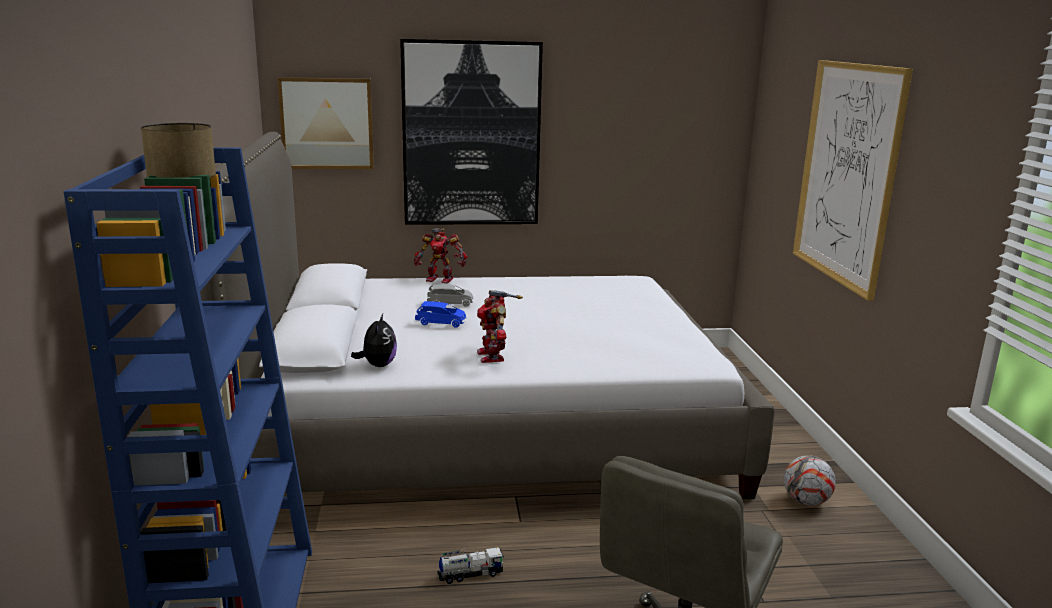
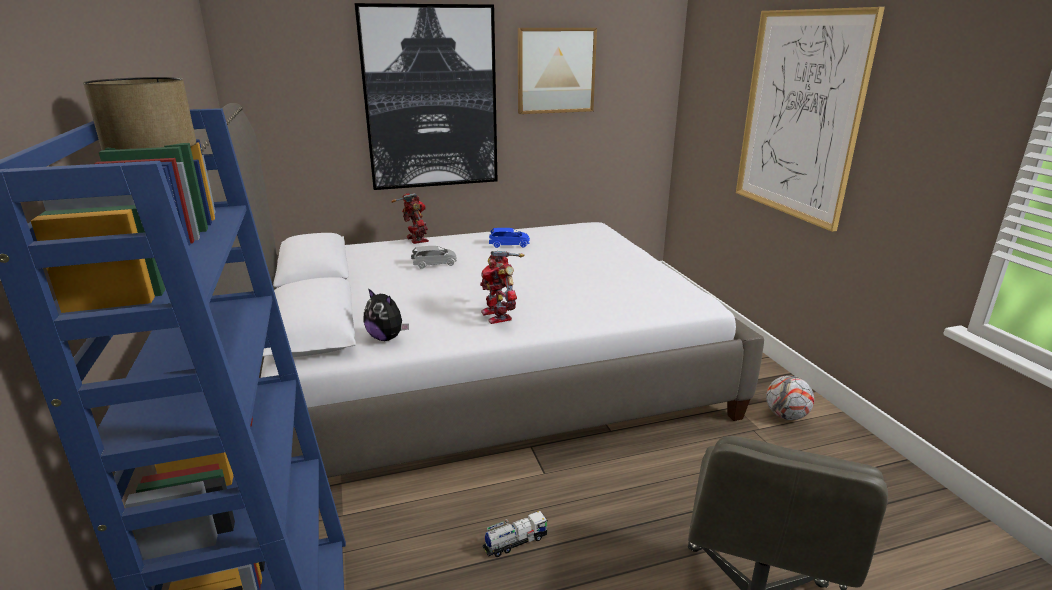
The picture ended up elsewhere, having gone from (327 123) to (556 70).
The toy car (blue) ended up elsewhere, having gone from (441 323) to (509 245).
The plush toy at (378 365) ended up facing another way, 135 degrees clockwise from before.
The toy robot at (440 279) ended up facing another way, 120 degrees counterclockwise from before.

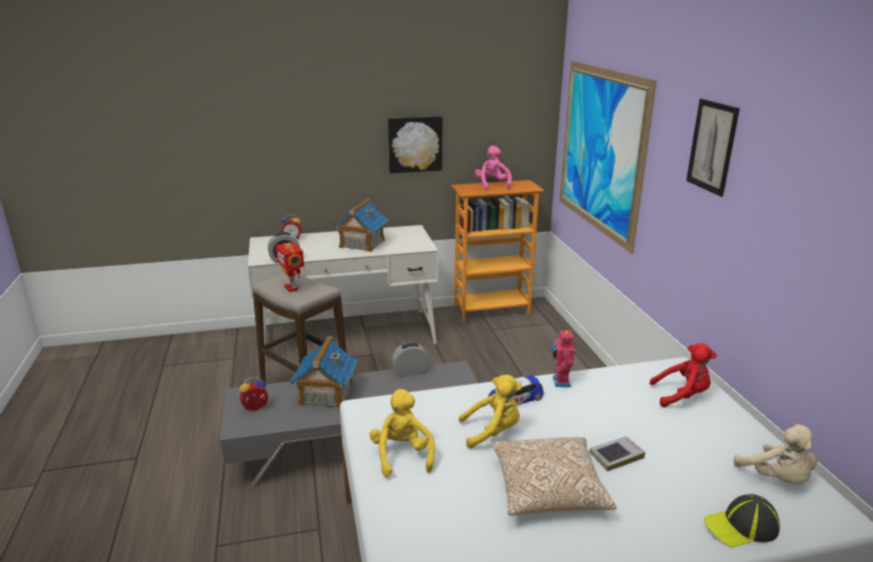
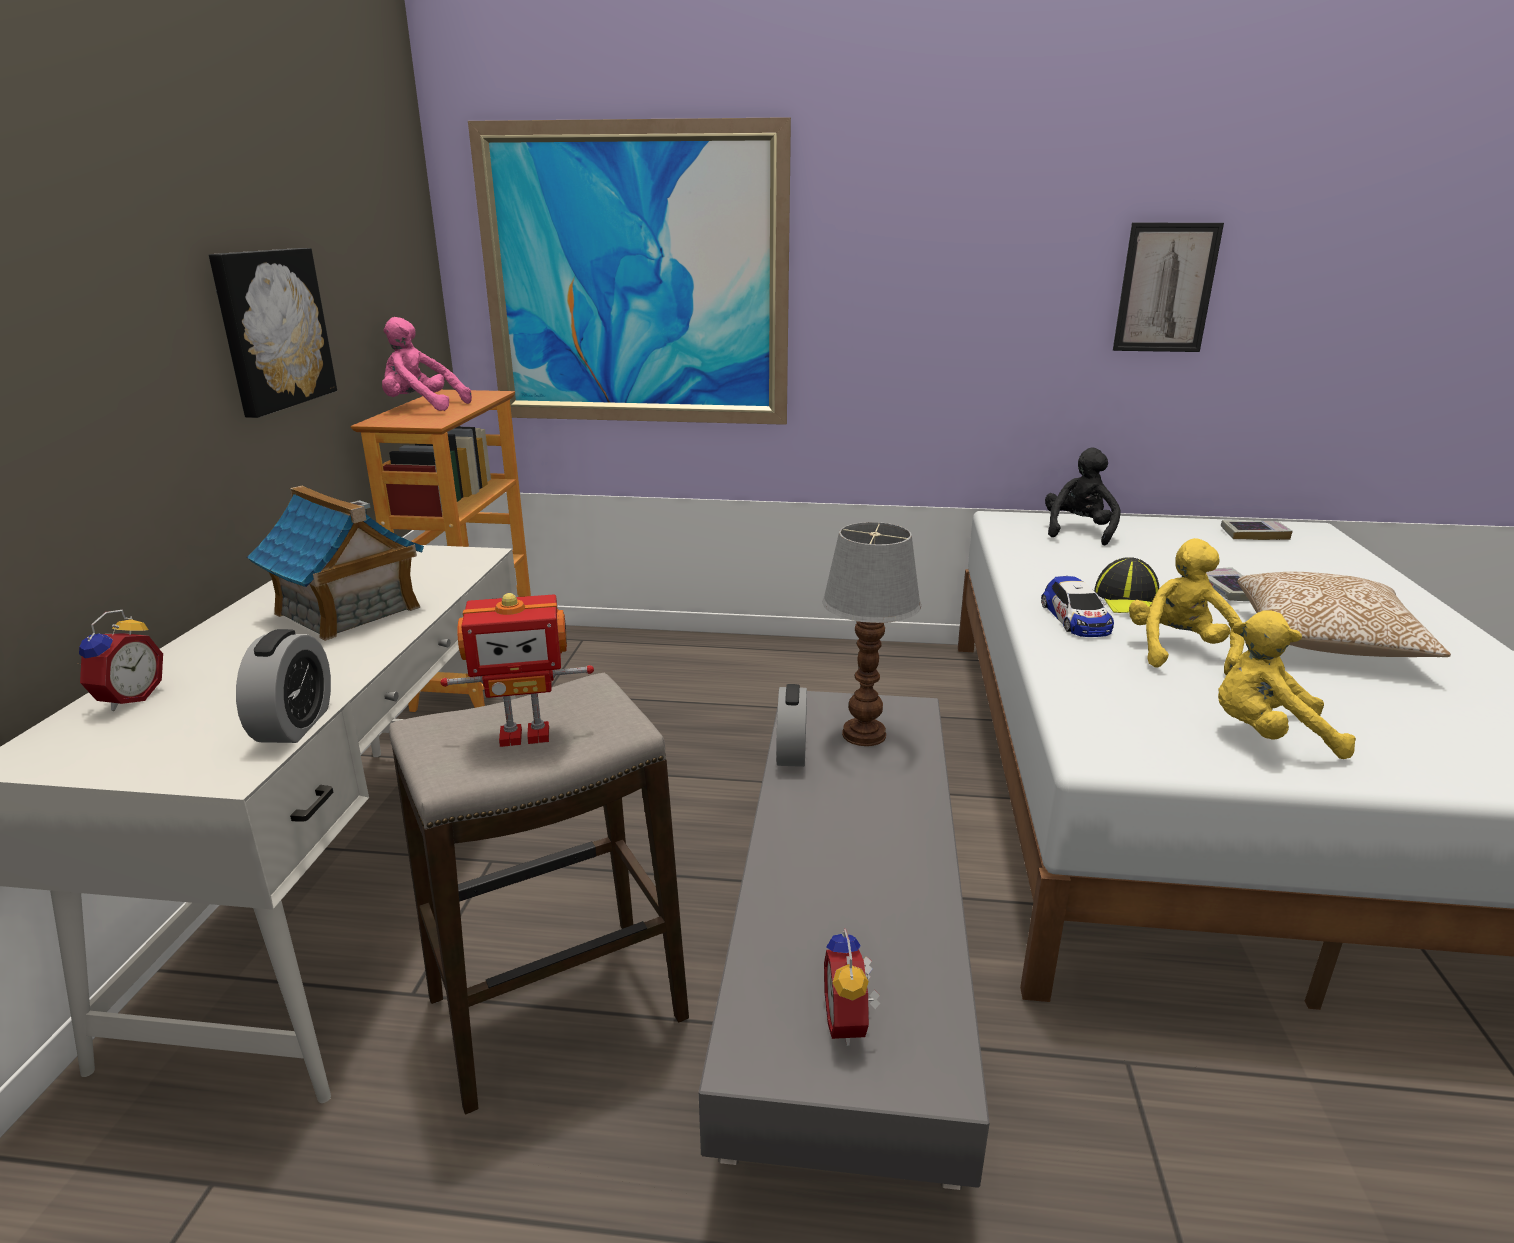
The second view lost the toy house at (326 394).
The second view lost the toy robot at (560 382).
The second view gained the table lamp at (865 735).
The picture ended up elsewhere, having gone from (712 146) to (1166 288).
The cap ended up elsewhere, having gone from (741 526) to (1130 600).
Where the plush toy (beige) stood at (776 479), the book came to stand at (1254 534).
What was the plush toy (red) at (682 396) turned into the plush toy (black) at (1078 531).

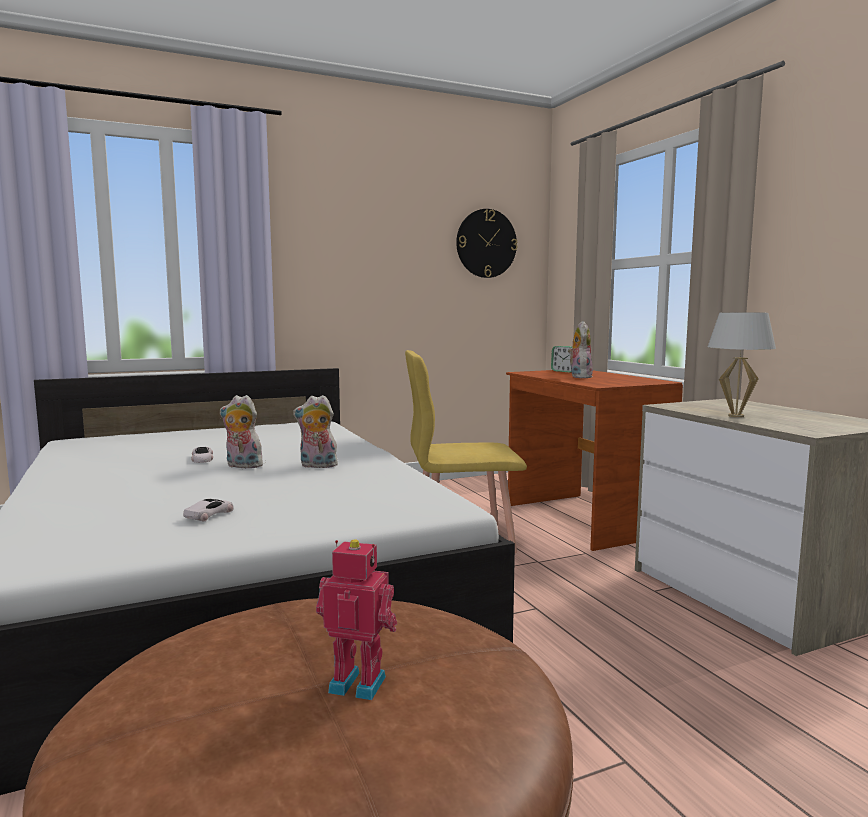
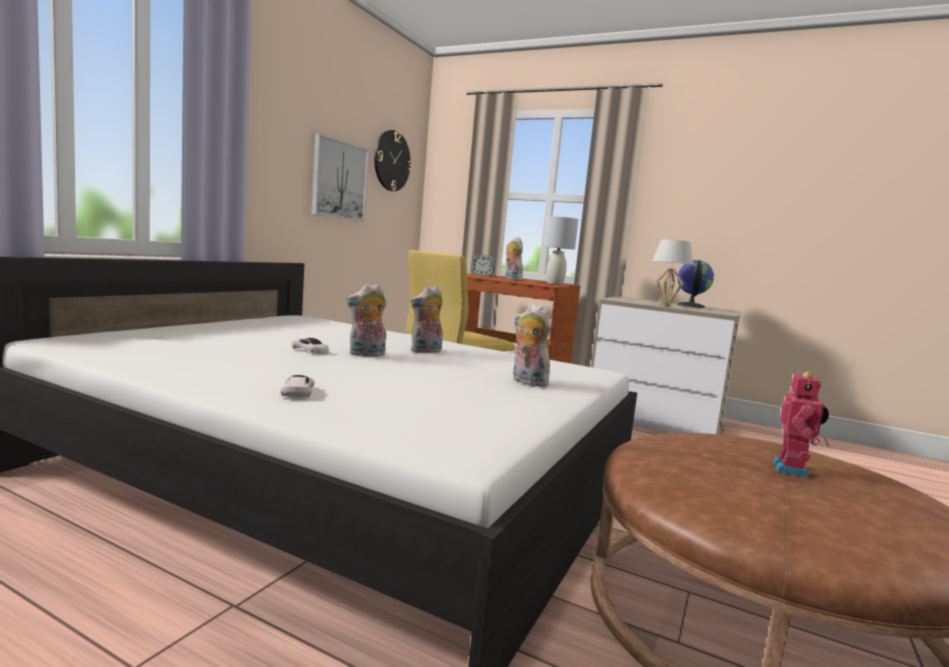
The second view gained the picture at (339 180).
The second view gained the plush toy at (527 382).
The second view gained the table lamp (grey) at (555 284).
The second view gained the globe at (690 306).
The toy car (white) ended up elsewhere, having gone from (210 514) to (298 391).
The toy robot at (359 682) ended up facing another way, 135 degrees clockwise from before.

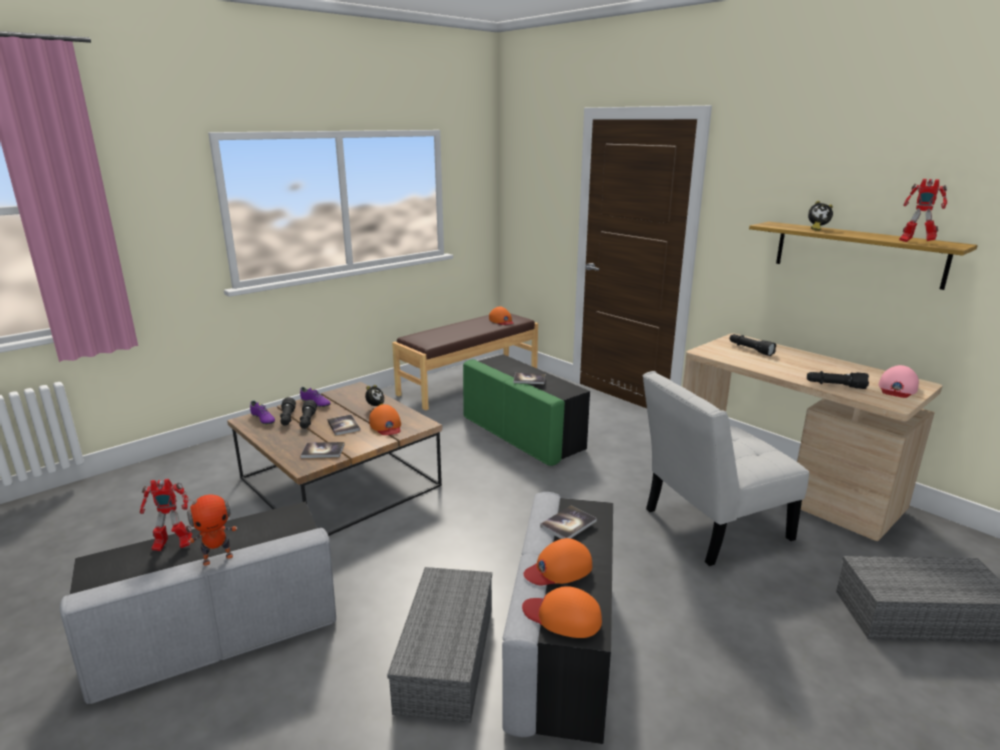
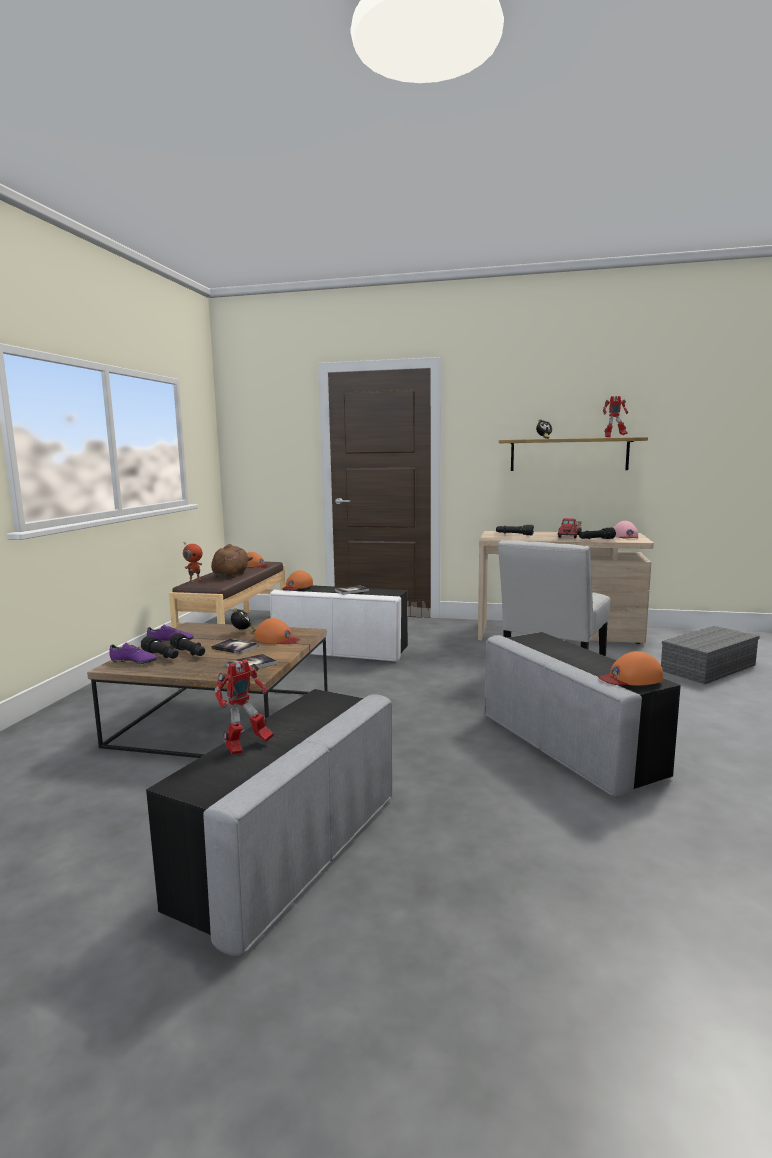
The second view lost the storage box (grey) at (447 658).
The second view lost the book at (568 524).
The second view gained the plush toy (brown) at (231 575).
The second view gained the toy truck at (569 536).
The toy robot ended up elsewhere, having gone from (218 558) to (194 580).
The cap (orange) ended up elsewhere, having gone from (559 569) to (297 586).
What was the ottoman (green) at (522 434) turned into the ottoman (white) at (341 650).

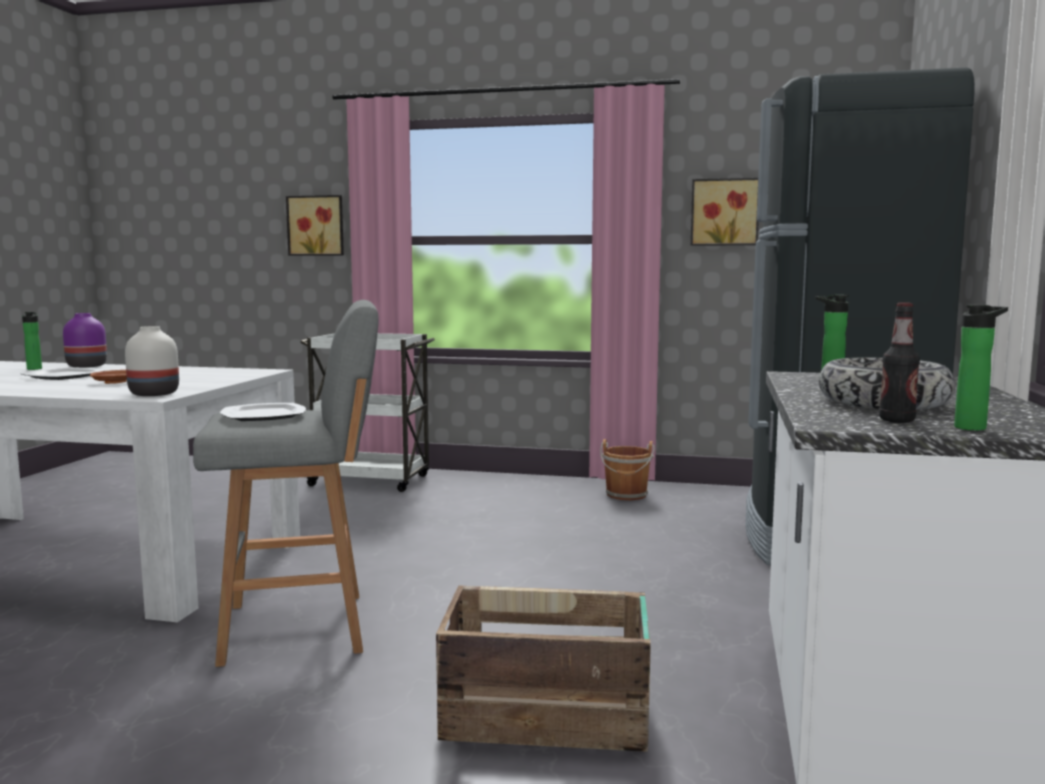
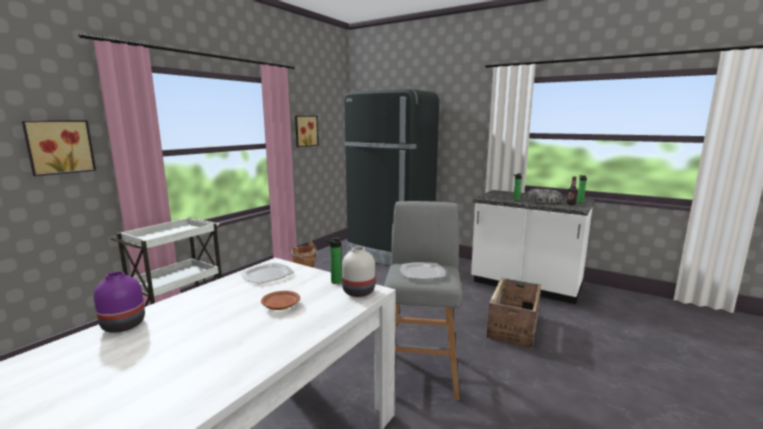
The plate ended up elsewhere, having gone from (63 376) to (267 275).
The bottle ended up elsewhere, having gone from (34 369) to (334 282).

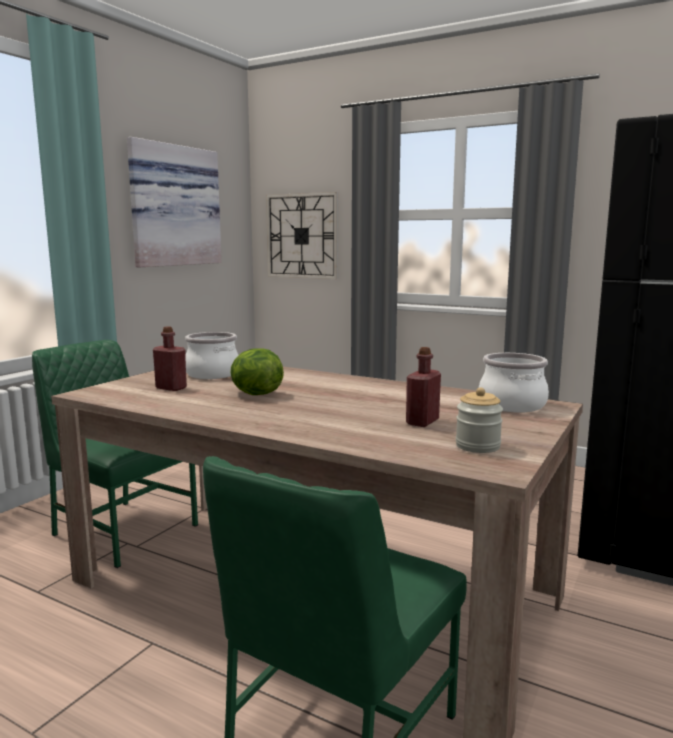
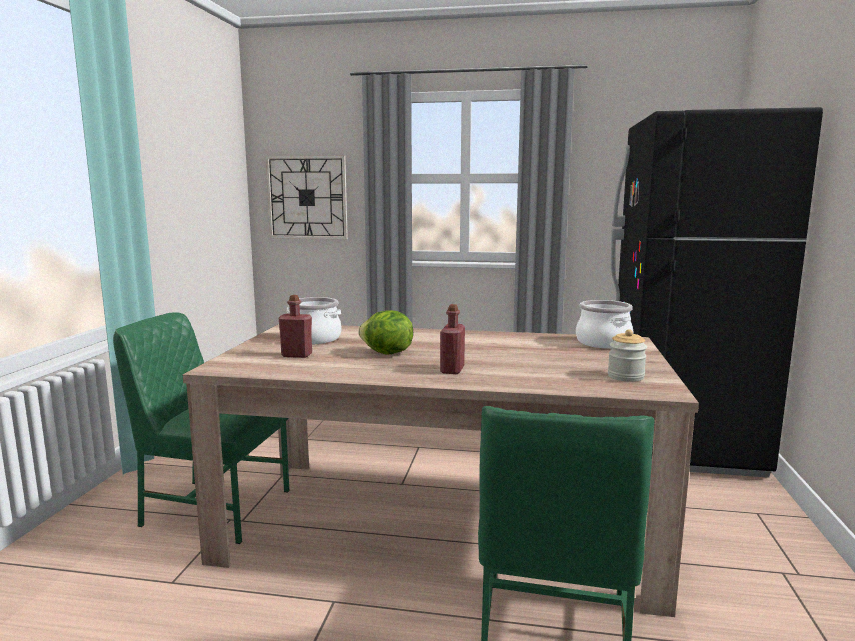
The second view lost the picture at (173 206).
The bottle (red) ended up elsewhere, having gone from (422 422) to (452 370).

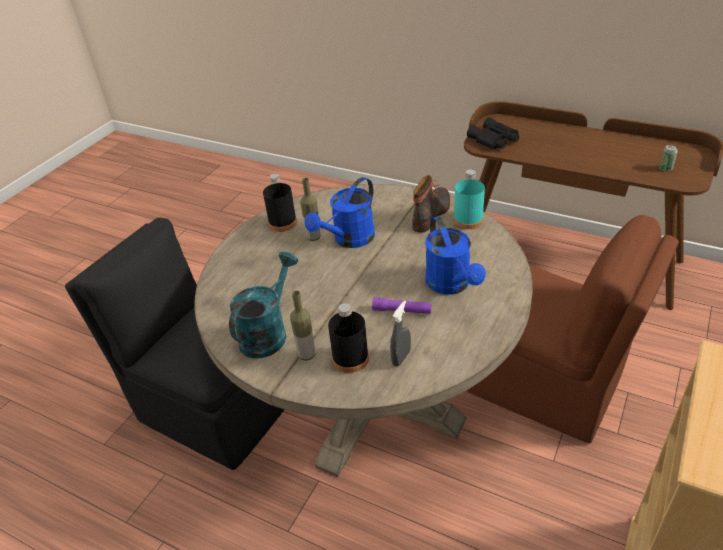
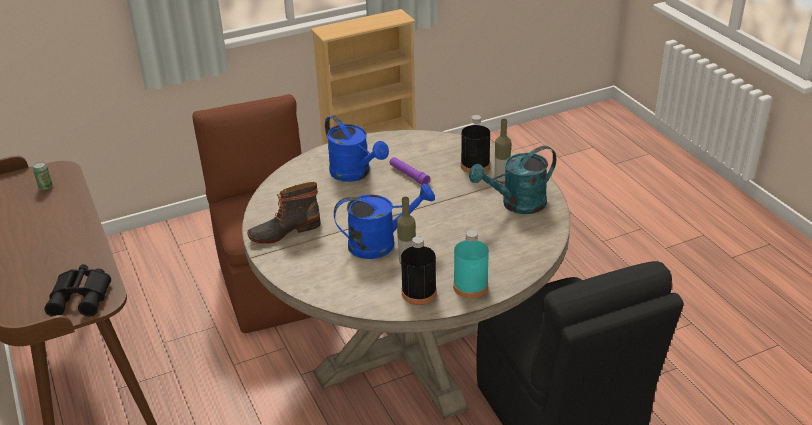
The second view lost the spray bottle (grey) at (401 358).
The bottle (turquoise) ended up elsewhere, having gone from (468 220) to (470 287).
The watering can (blue) at (451 285) ended up facing another way, 120 degrees clockwise from before.

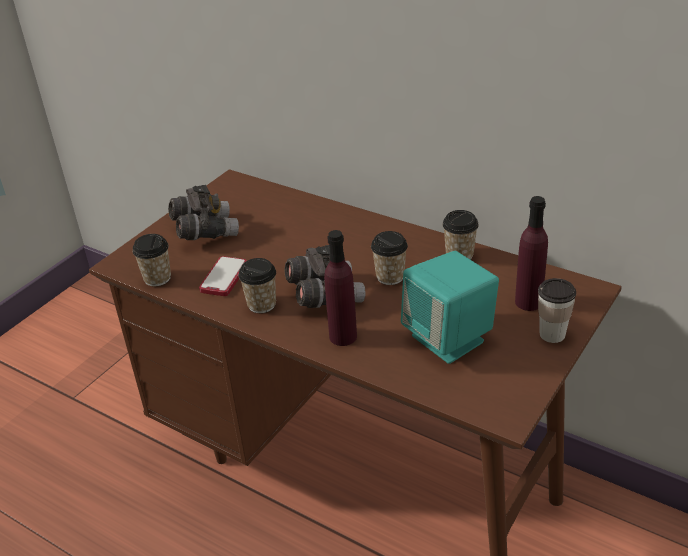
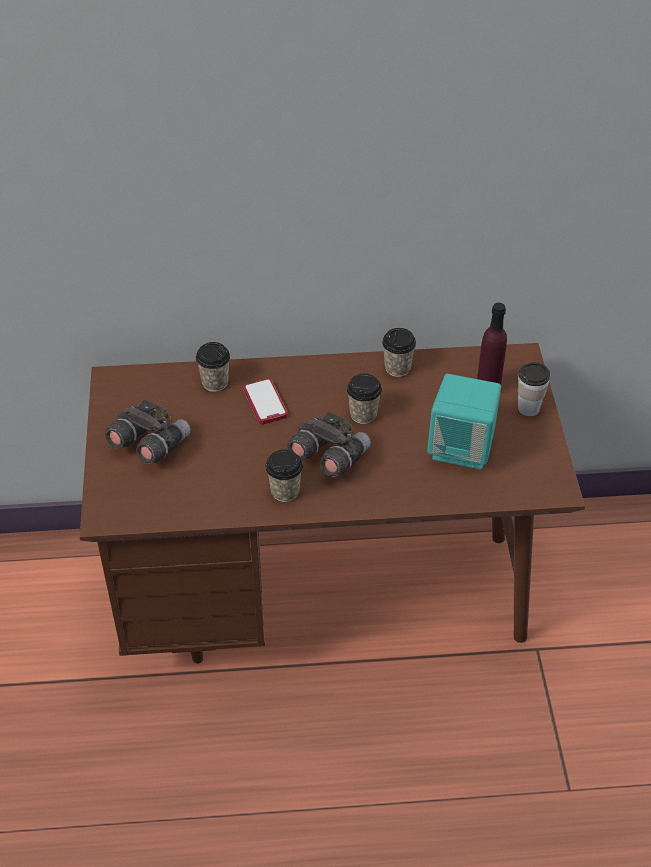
The second view lost the bottle (purple) at (343 336).
The cup ended up elsewhere, having gone from (157 278) to (215 382).
The phone ended up elsewhere, having gone from (224 277) to (265 403).

